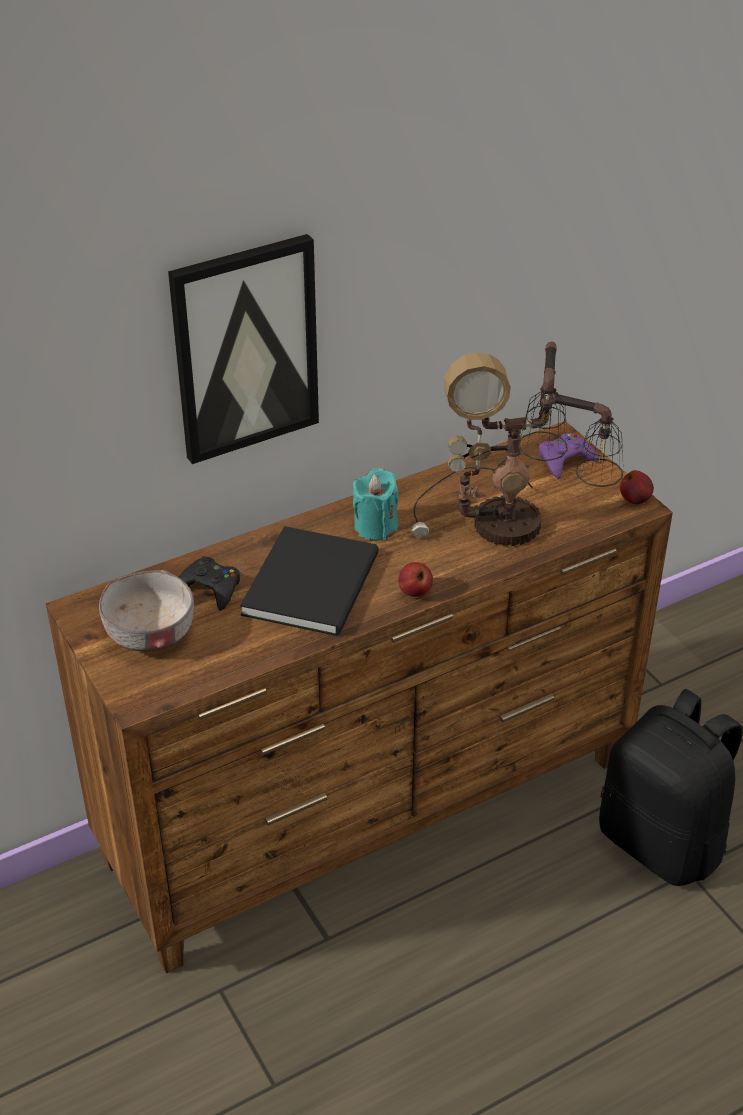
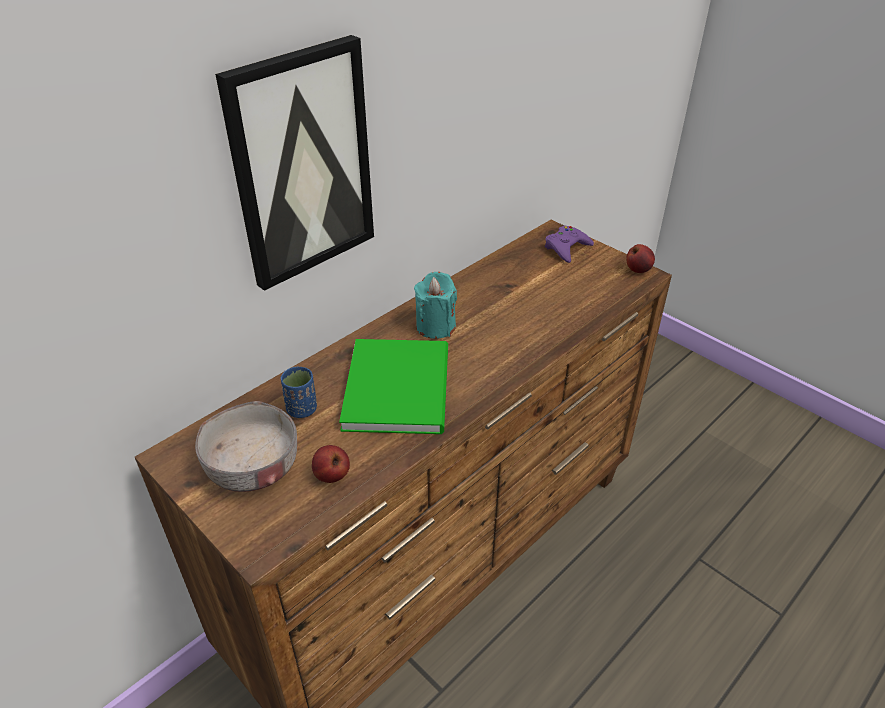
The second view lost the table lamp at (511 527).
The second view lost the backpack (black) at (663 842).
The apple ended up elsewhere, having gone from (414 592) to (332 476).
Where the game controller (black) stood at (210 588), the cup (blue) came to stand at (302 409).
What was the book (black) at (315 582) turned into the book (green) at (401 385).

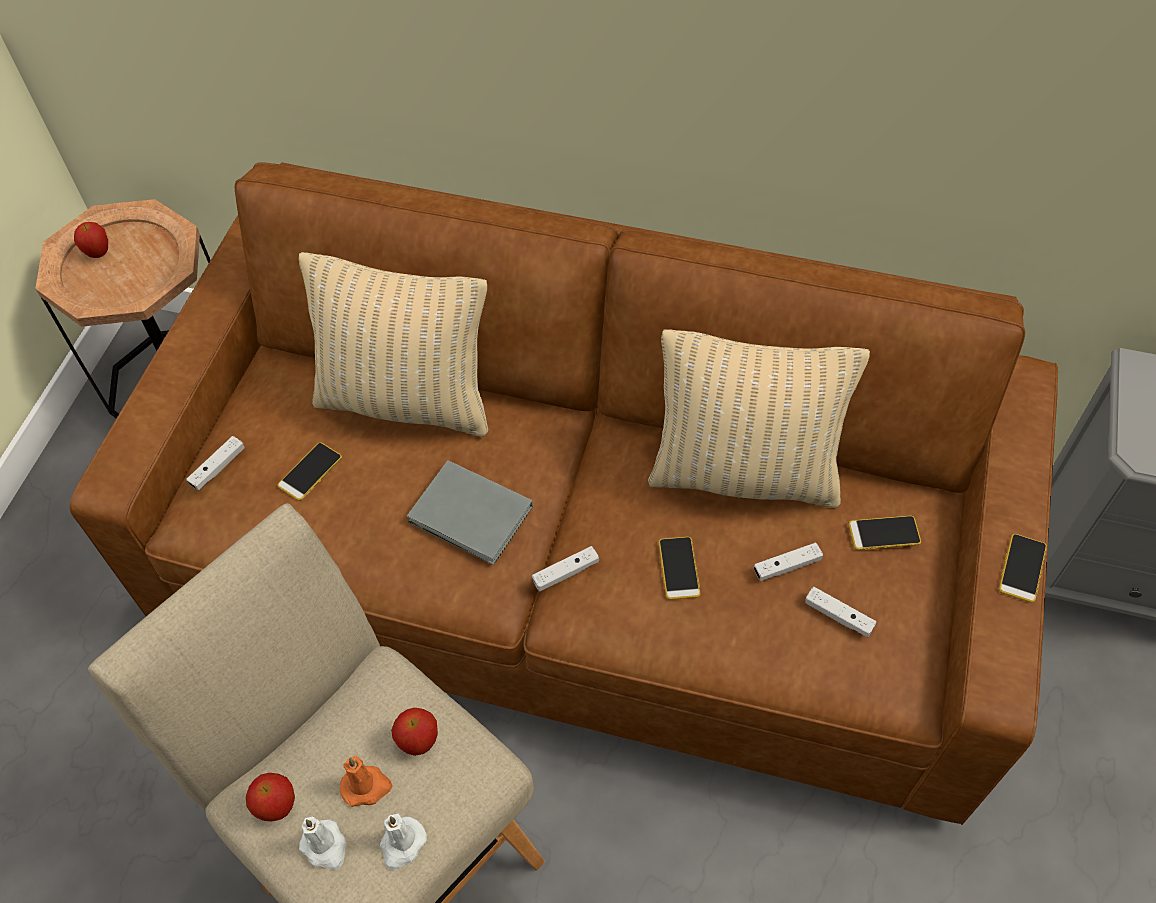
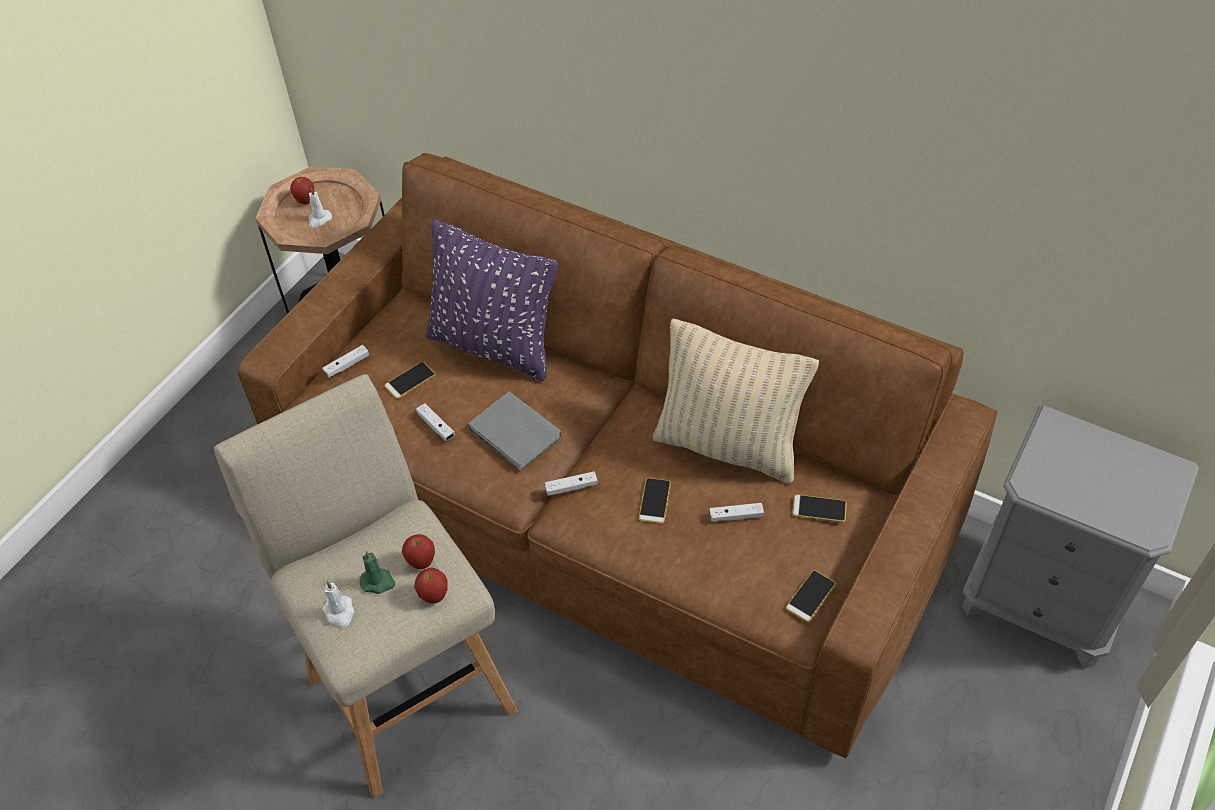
The apple ended up elsewhere, having gone from (277 806) to (434 596).
The candle (white) ended up elsewhere, having gone from (402 844) to (319 220).
The game controller (white) ended up elsewhere, having gone from (838 616) to (436 426).
The phone ended up elsewhere, having gone from (1022 568) to (810 596).
What was the pillow (beige) at (407 401) turned into the pillow (purple) at (494 346).
What was the candle (orange) at (366 786) turned into the candle (green) at (378 582).

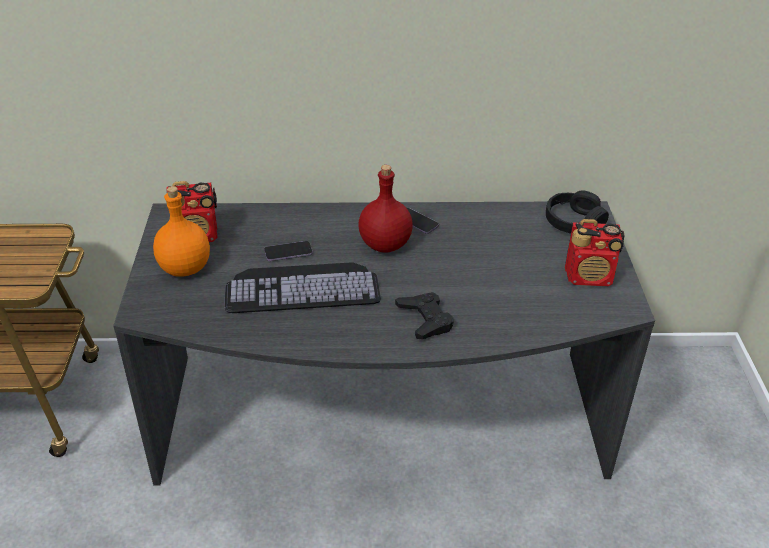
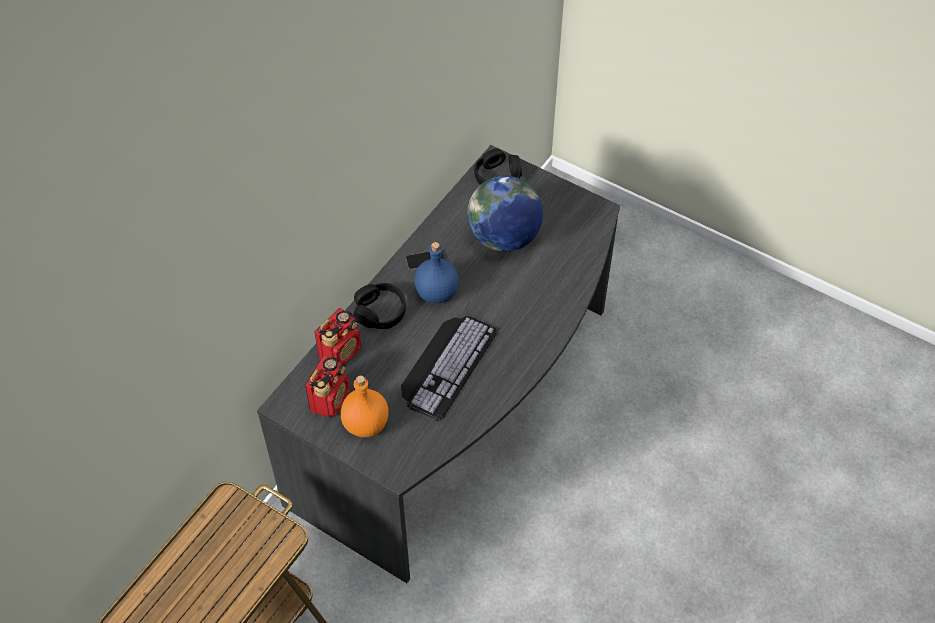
The second view lost the phone at (288 252).
The second view lost the game controller (black) at (425 319).
The second view gained the headphones (black) at (380 312).
The second view gained the globe at (504 238).
The radio ended up elsewhere, having gone from (589 277) to (341 352).
What was the bottle (red) at (384 245) turned into the bottle (blue) at (436 294).

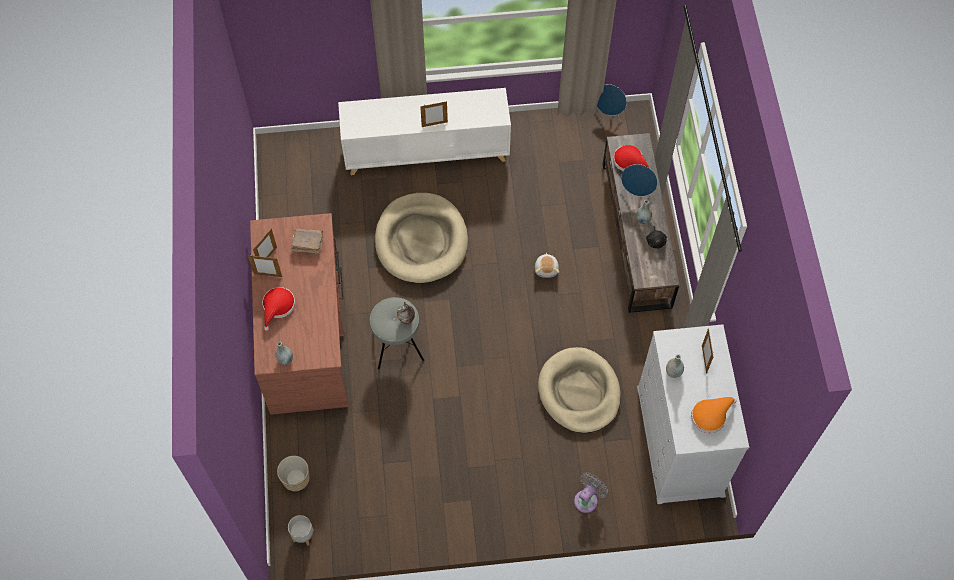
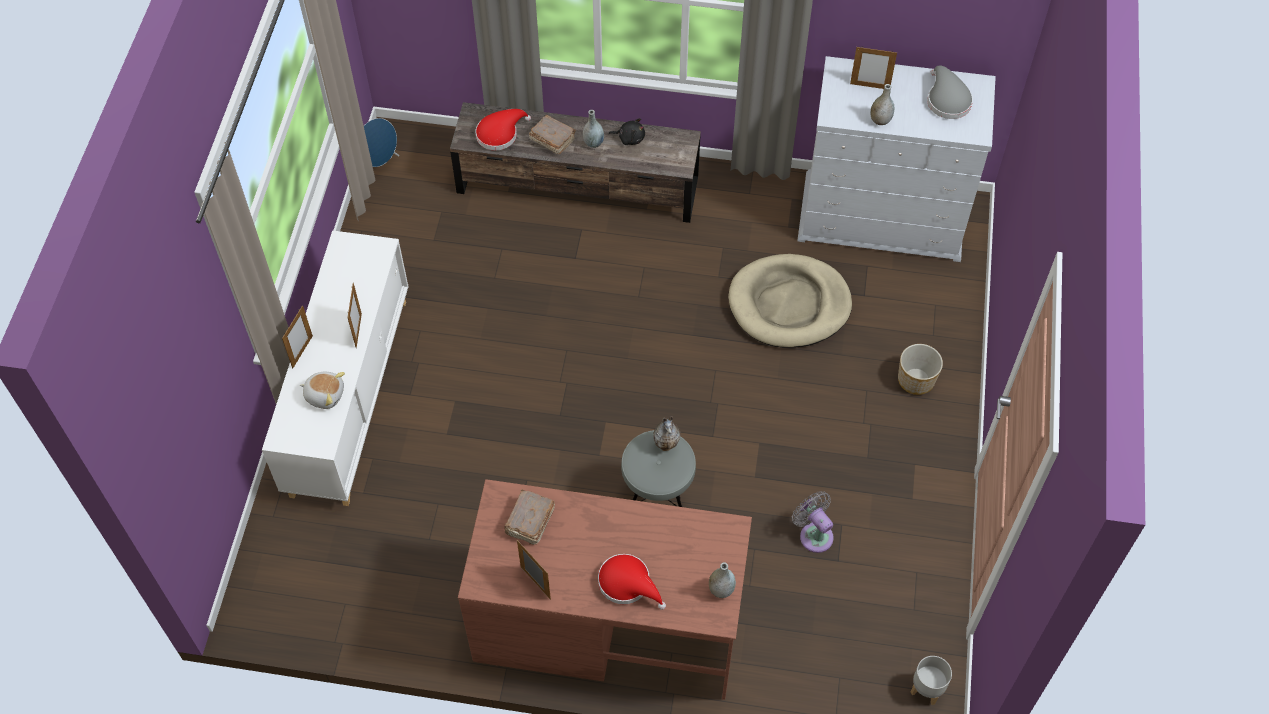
The second view lost the dog bed (beige) at (421 240).
The picture frame ended up elsewhere, having gone from (267 275) to (302 352).
The planter ended up elsewhere, having gone from (296 479) to (916 380).
The plush toy ended up elsewhere, having gone from (546 269) to (325 394).
The fan (grey) ended up elsewhere, having gone from (587 499) to (814 534).
Where the speaker (blue) stood at (636 194), the book (brown) came to stand at (552 139).
What was the hat (orange) at (710 415) turned into the hat (grey) at (947 100).

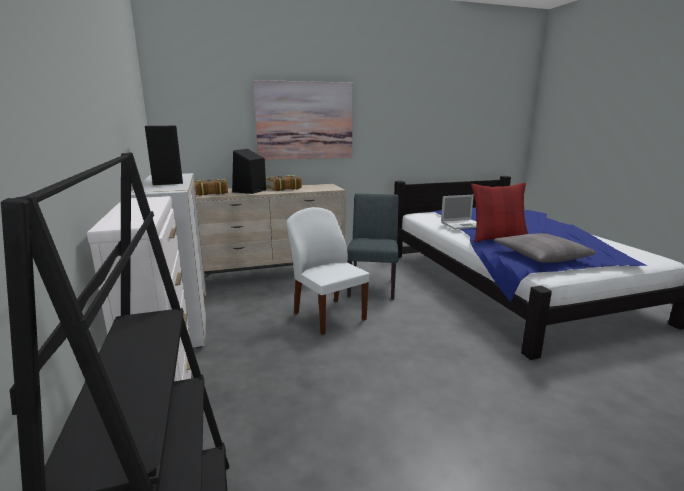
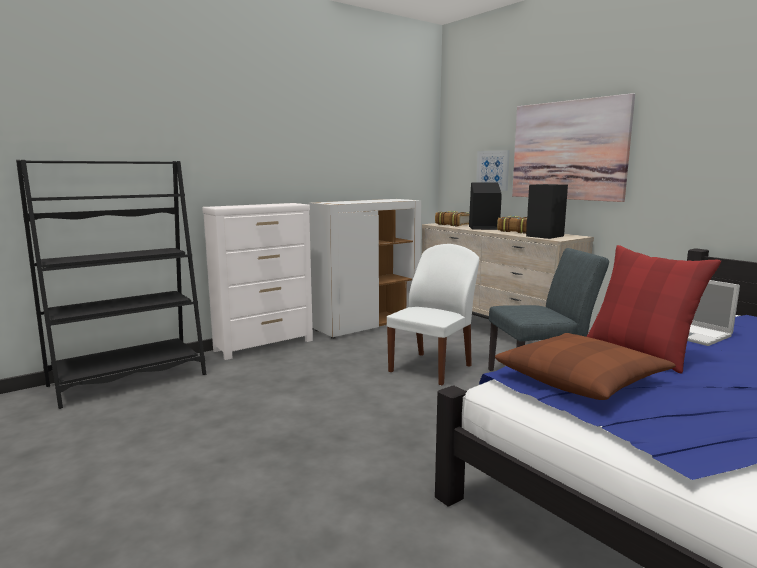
The second view gained the picture at (493 170).
The speaker (black) ended up elsewhere, having gone from (167 182) to (545 236).
What was the pillow (grey) at (540 256) turned into the pillow (brown) at (581 379).

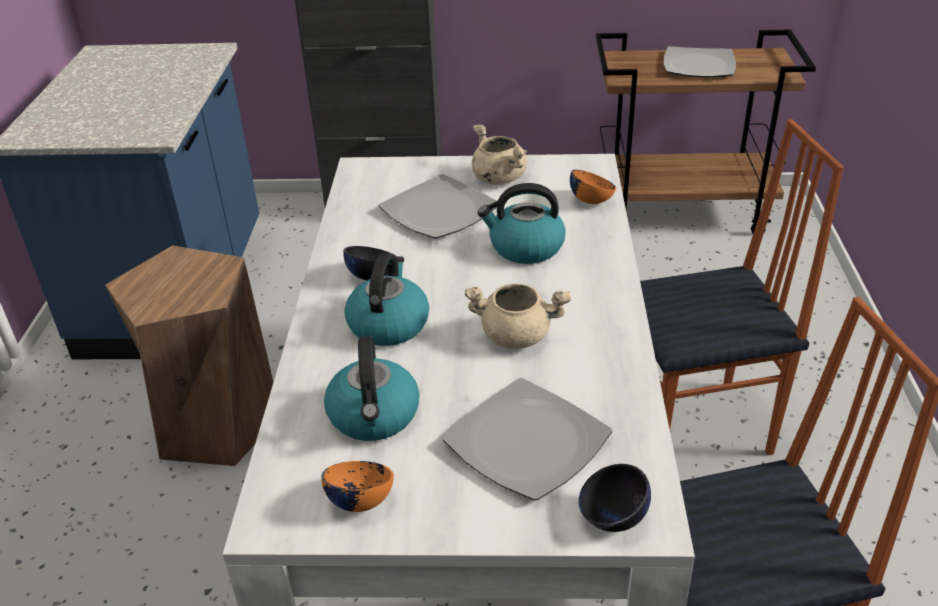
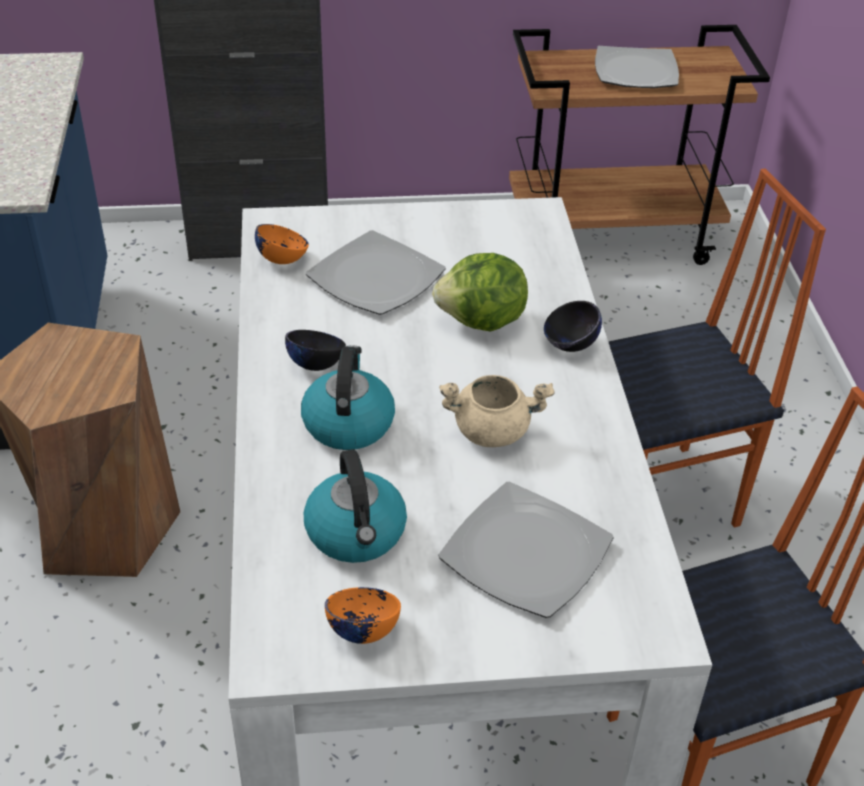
The second view lost the cooking pot (beige) at (497 178).
The bowl (orange) ended up elsewhere, having gone from (591 201) to (283 259).
The bowl (black) ended up elsewhere, having gone from (612 518) to (570 344).
Where the kettle stood at (525 247), the lettuce came to stand at (482 322).

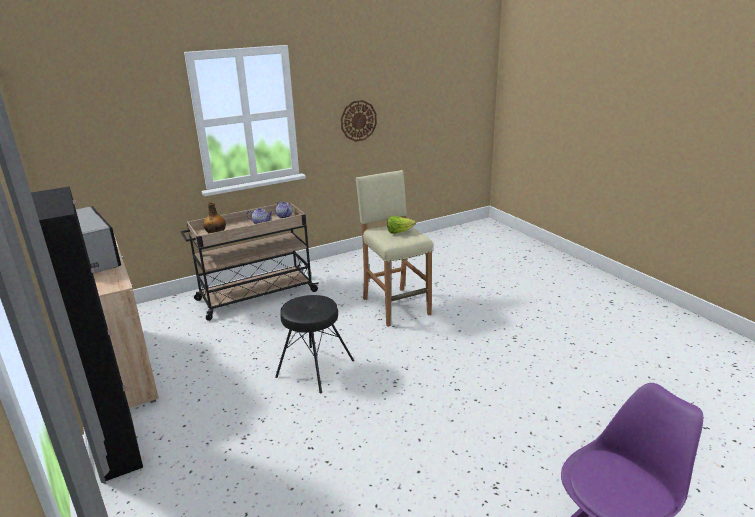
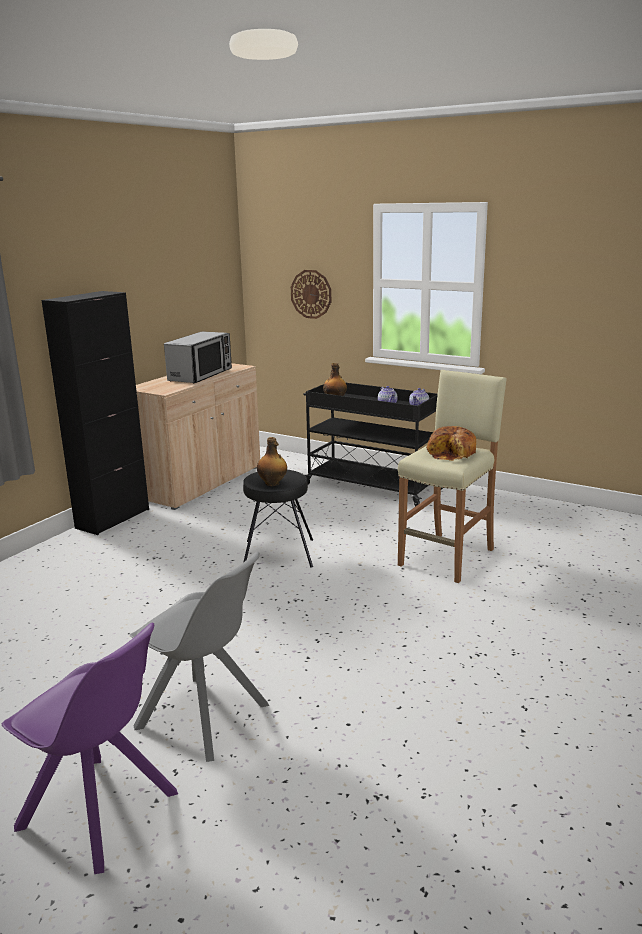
The second view gained the chair (grey) at (205 718).
The second view gained the bottle at (272 484).
The wall clock ended up elsewhere, having gone from (358 120) to (311 294).
Where the lettuce stood at (399 232), the bread came to stand at (452 453).
What was the cart (beige) at (255 296) turned into the cart (black) at (370 487).

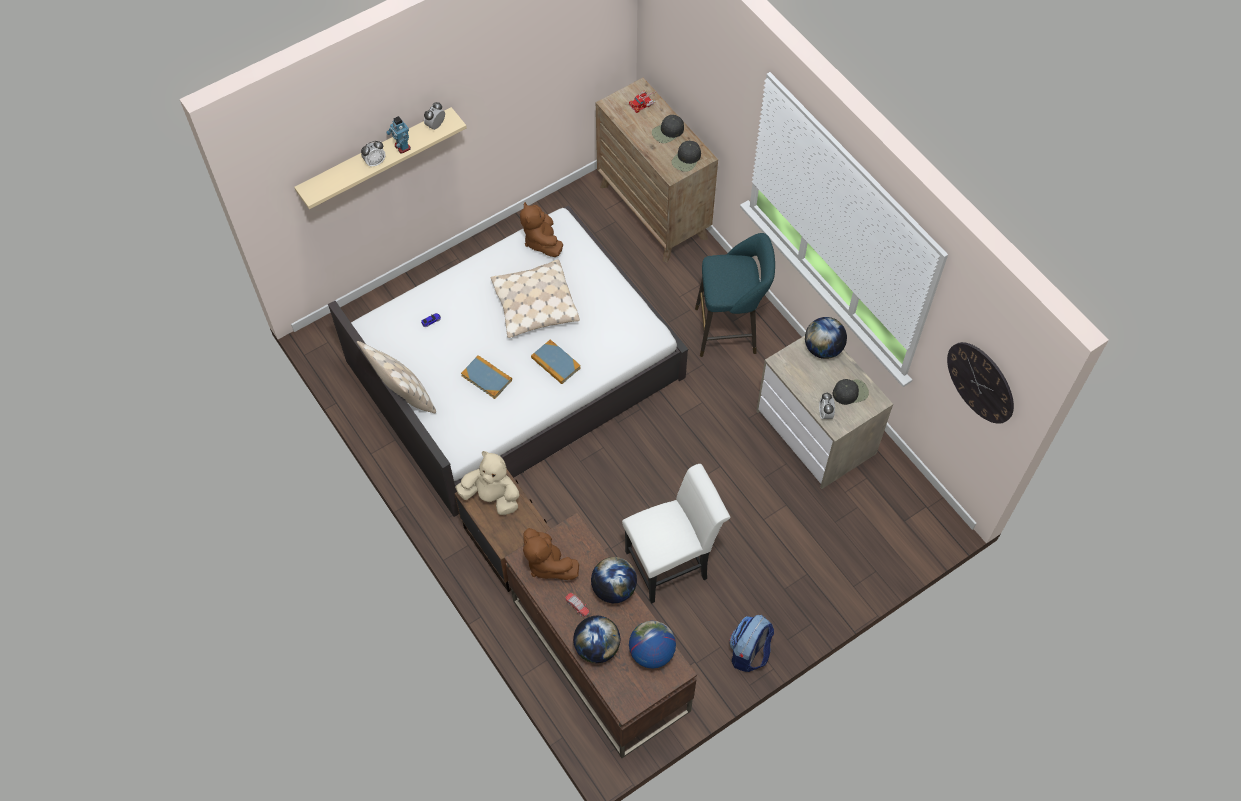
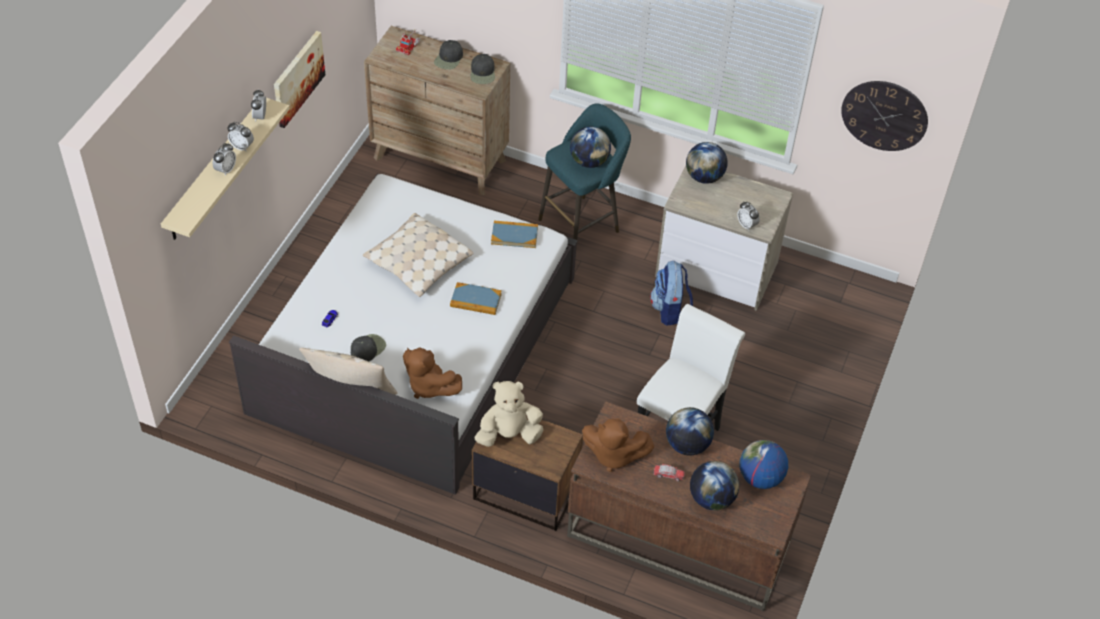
The second view gained the picture at (297 78).
The second view gained the globe at (589 161).
The book ended up elsewhere, having gone from (486 378) to (514 235).
The plush toy (brown) ended up elsewhere, having gone from (542 241) to (428 386).
The backpack ended up elsewhere, having gone from (749 652) to (670 310).
The cap (black) ended up elsewhere, having gone from (850 392) to (367 348).
Where the toy robot stood at (402 147), the alarm clock came to stand at (242 147).

